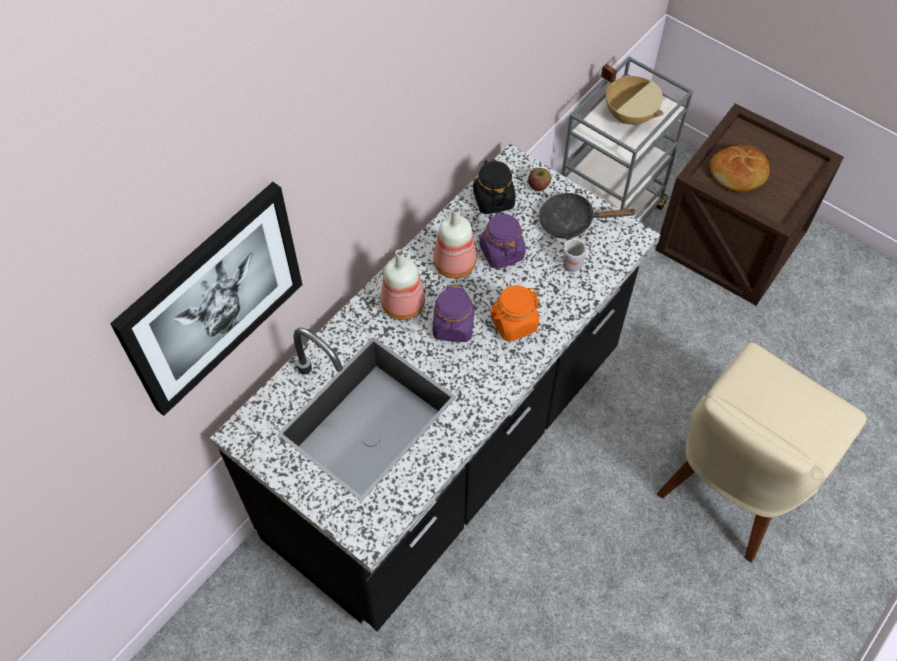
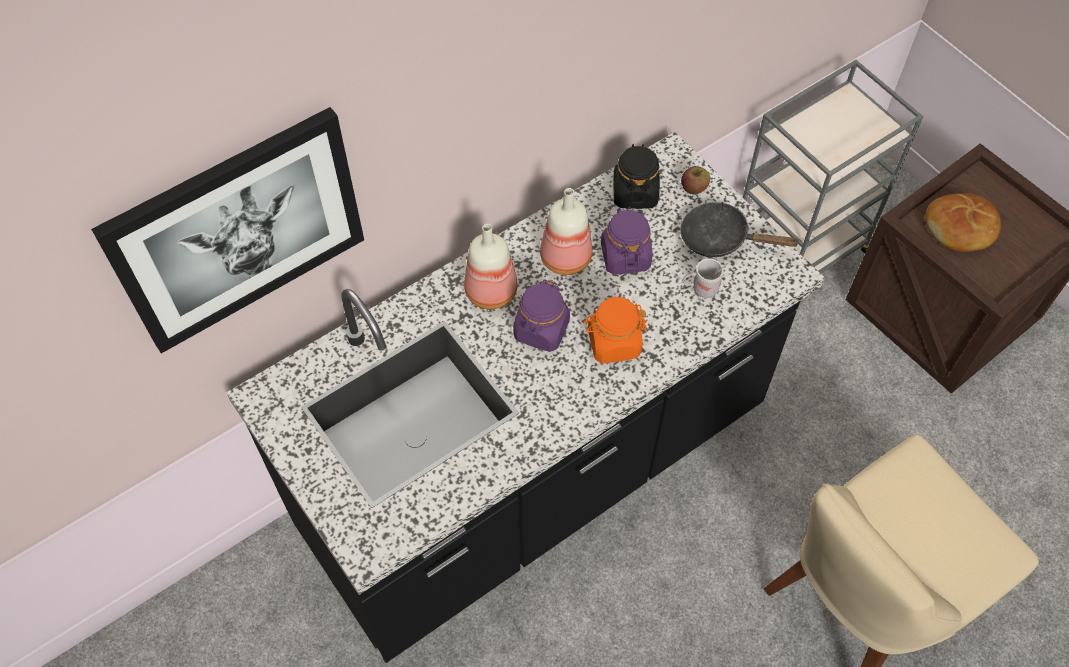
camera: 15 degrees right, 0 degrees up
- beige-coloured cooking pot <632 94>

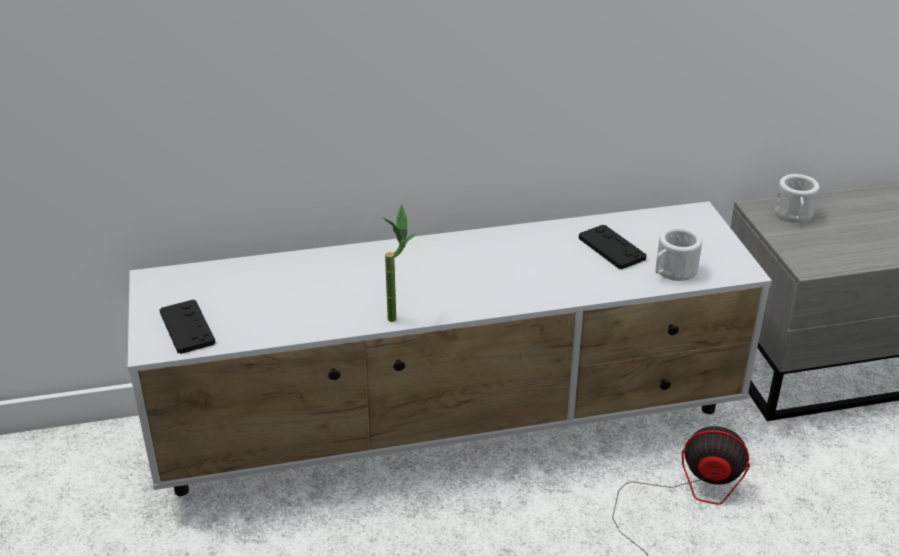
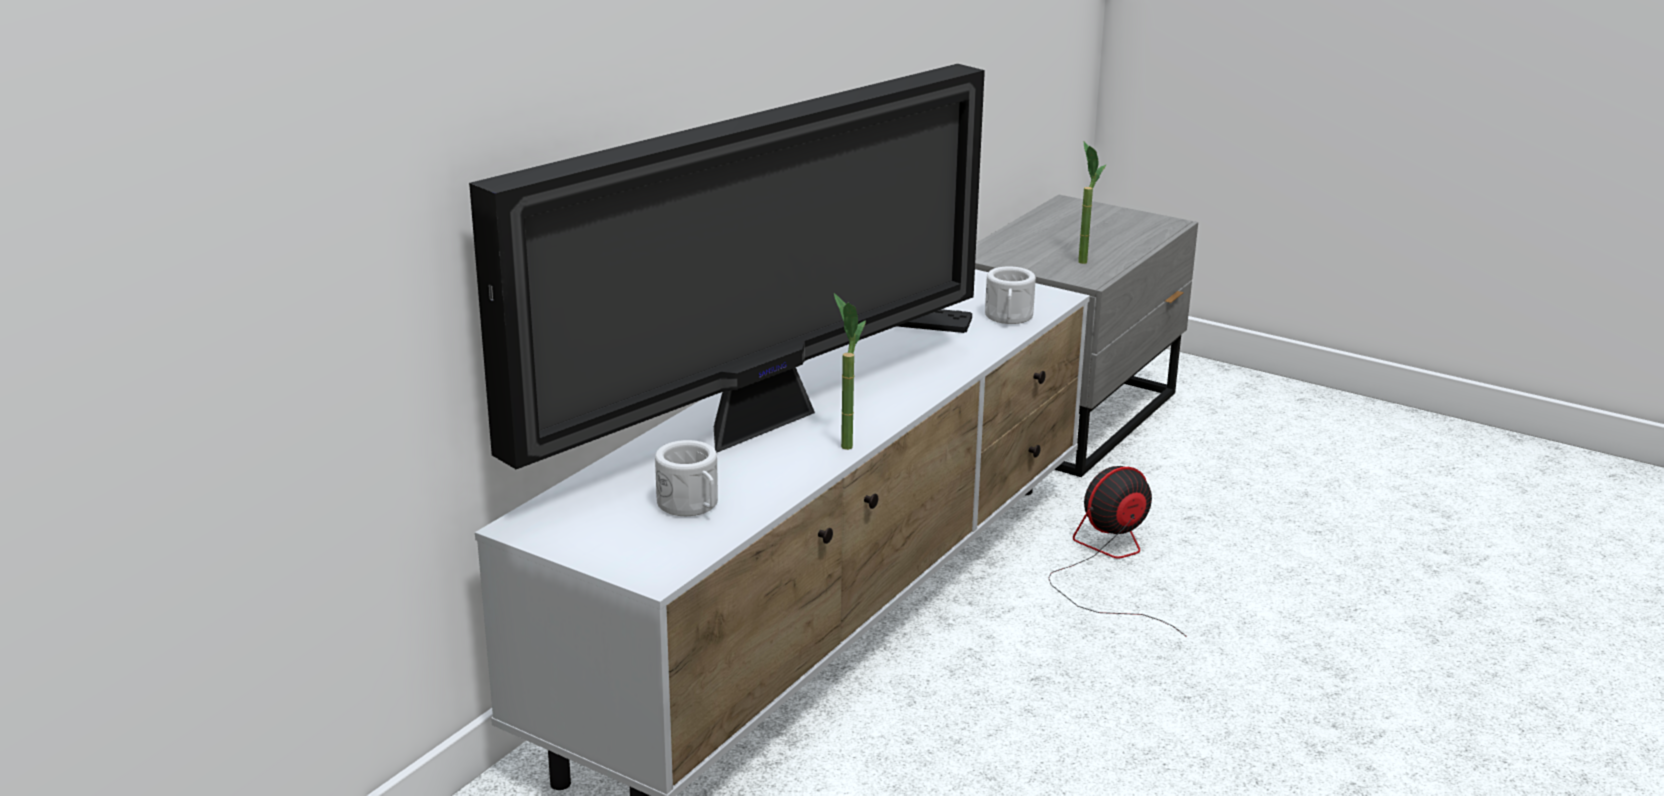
camera: 45 degrees left, 10 degrees down
~ white coffee mug <796 198> to <686 478>
- blackish joypad <187 326>
+ TV <727 266>
+ houseplant <1092 203>

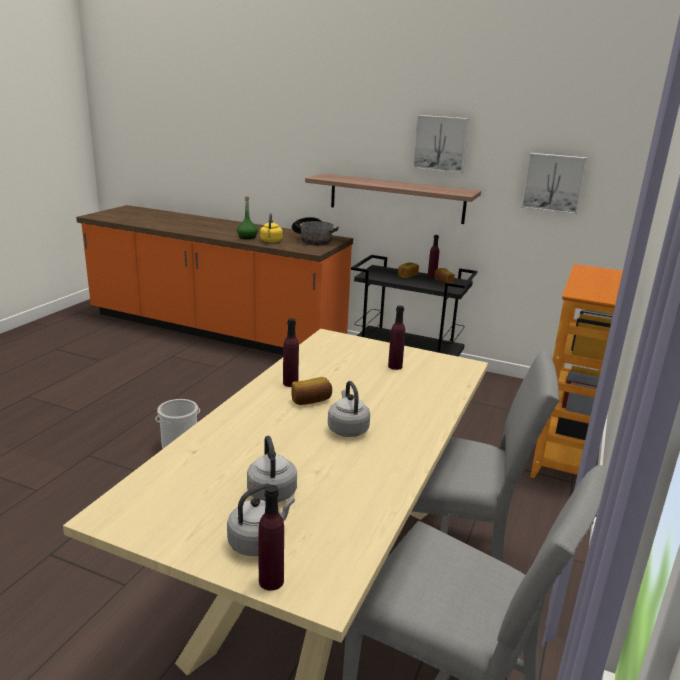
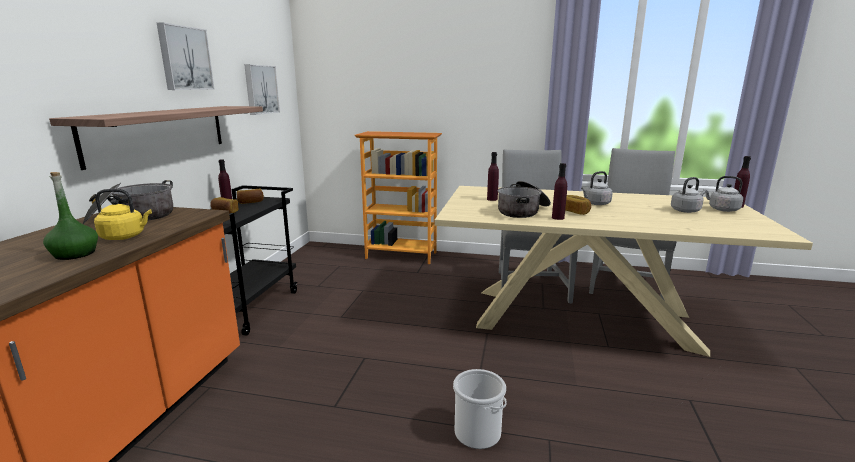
camera: 100 degrees left, 5 degrees down
+ cooking pot <524 199>

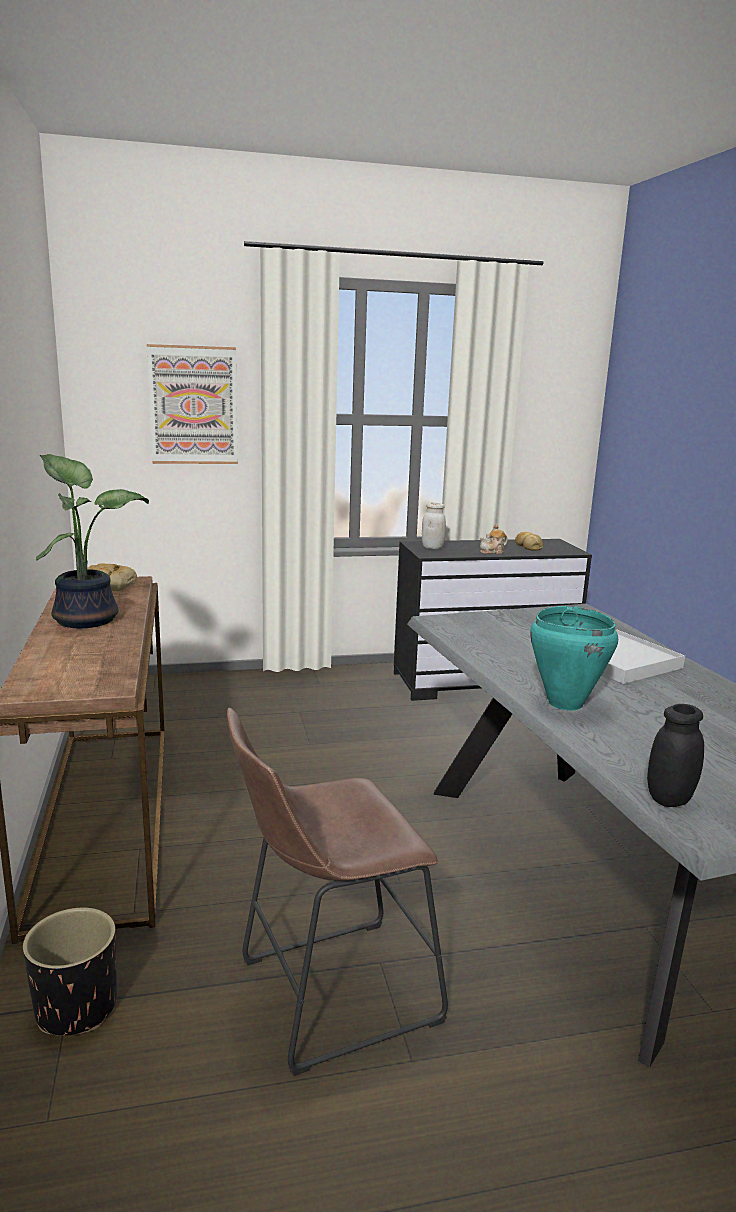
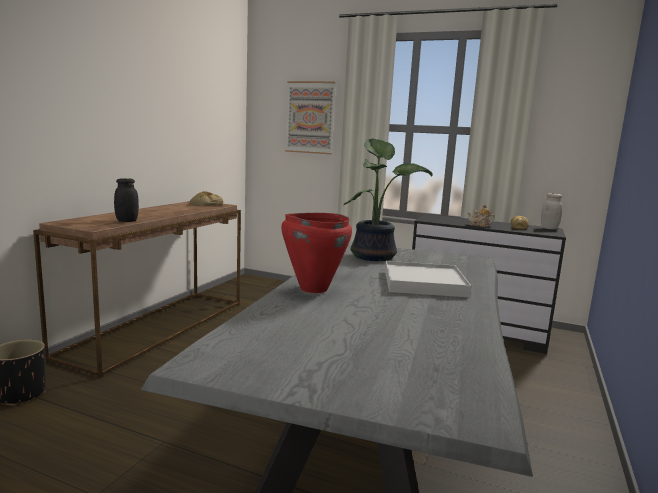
camera: 35 degrees right, 5 degrees down
~ houseplant <92 541> to <388 199>
~ white jar <434 525> to <551 211>
~ turquoise cooking pot <574 658> to red-coloured cooking pot <316 253>
~ blackish jar <675 755> to <126 200>
- brown sitting stool <337 892>

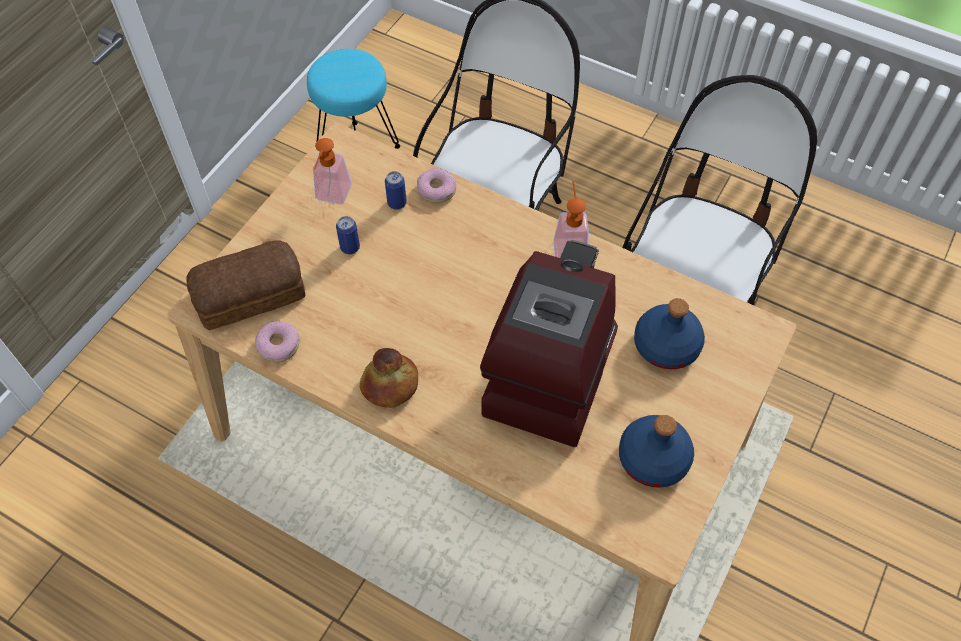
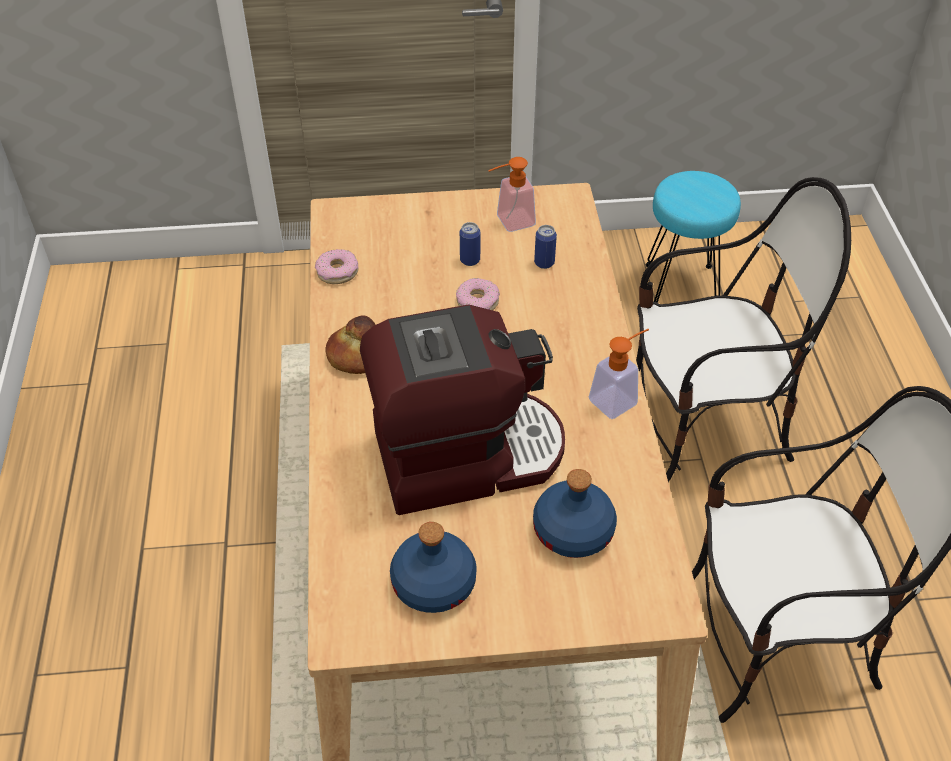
camera: 55 degrees right, 10 degrees down
~ donut <436 185> to <478 294>
- baked bread <246 286>

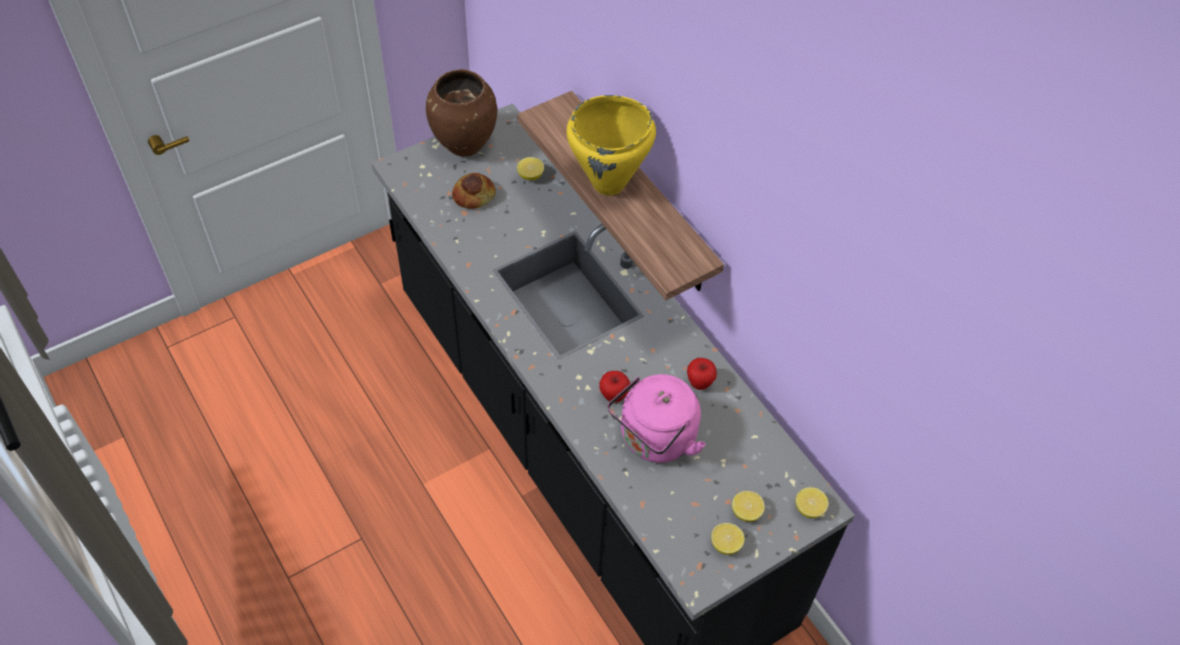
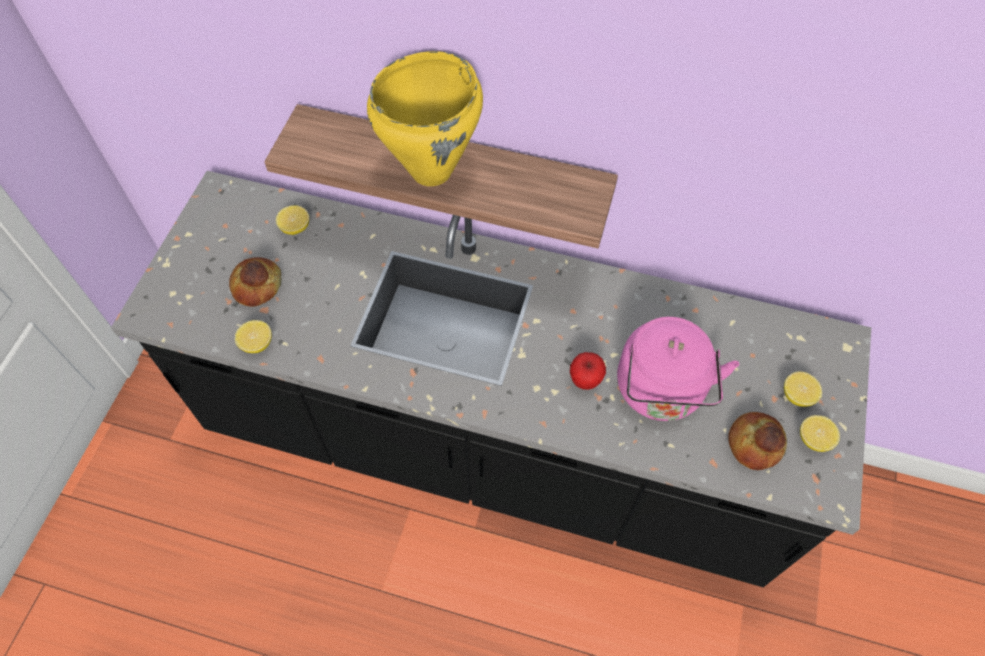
camera: 40 degrees left, 5 degrees up
- brown vase <461 113>
- apple <702 374>
~ citrus fruit <811 502> to <253 336>
+ baked bread <757 441>

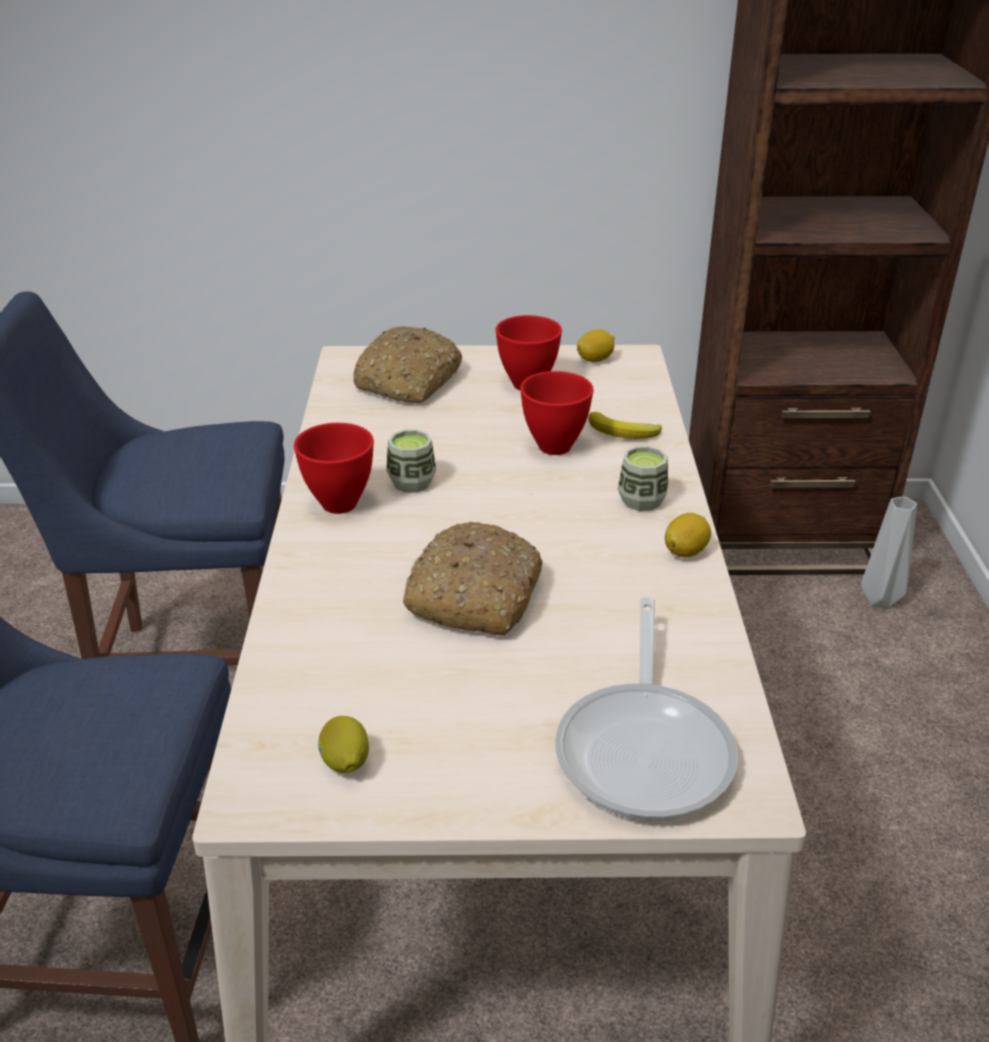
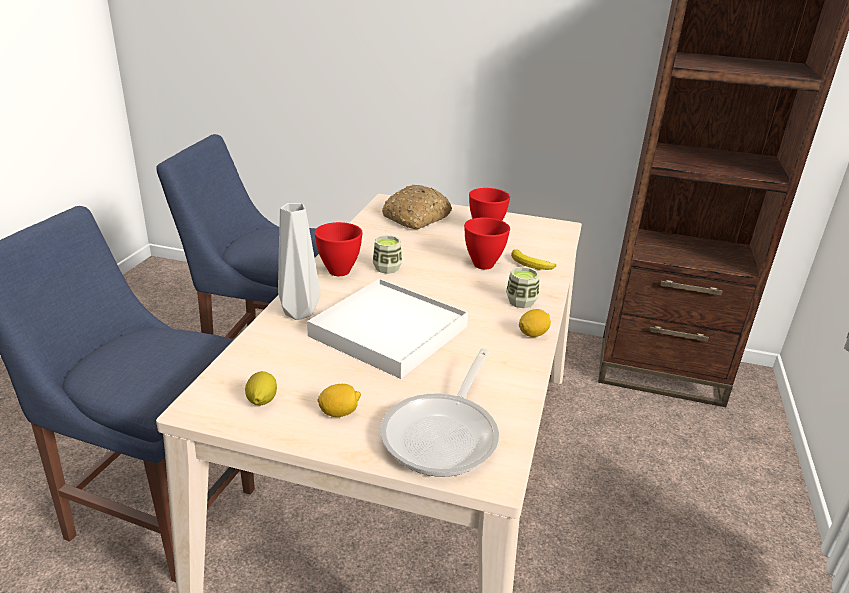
camera: 15 degrees right, 5 degrees down
~ citrus fruit <596 345> to <339 400>
~ grey vase <889 552> to <299 261>
~ baked bread <473 579> to white carrying tray <387 329>

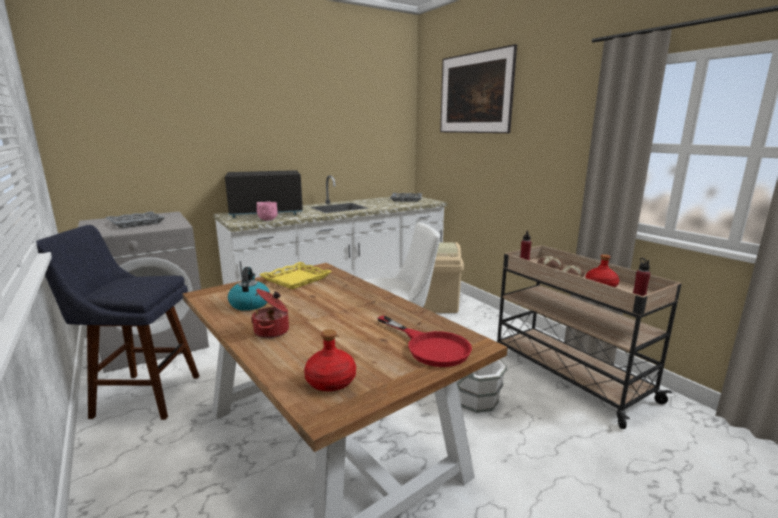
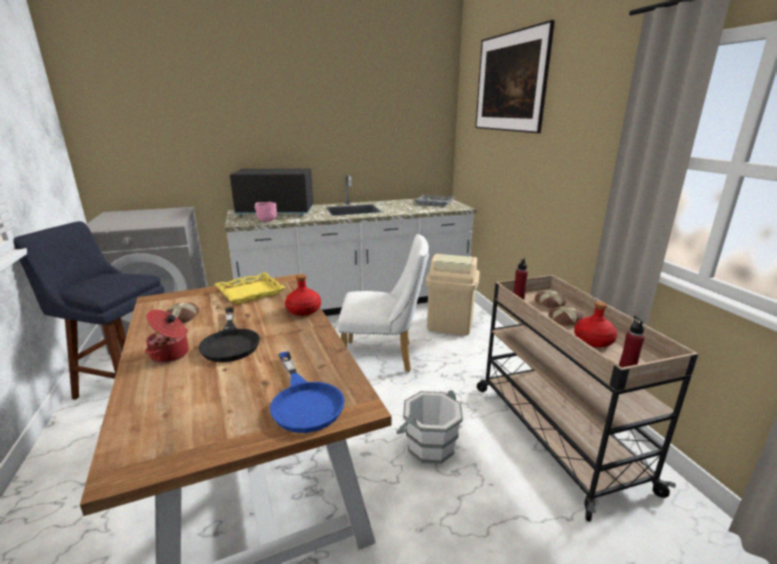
camera: 15 degrees right, 5 degrees up
- grey carrying tray <135 219>
~ kettle <249 289> to baked bread <182 312>
~ red-coloured frying pan <425 341> to blue frying pan <307 392>
~ red-coloured beverage bottle <330 360> to <303 295>
+ blackish frying pan <229 334>

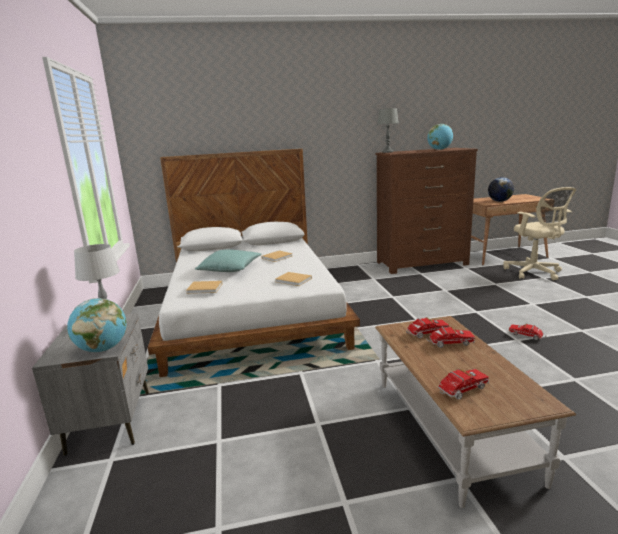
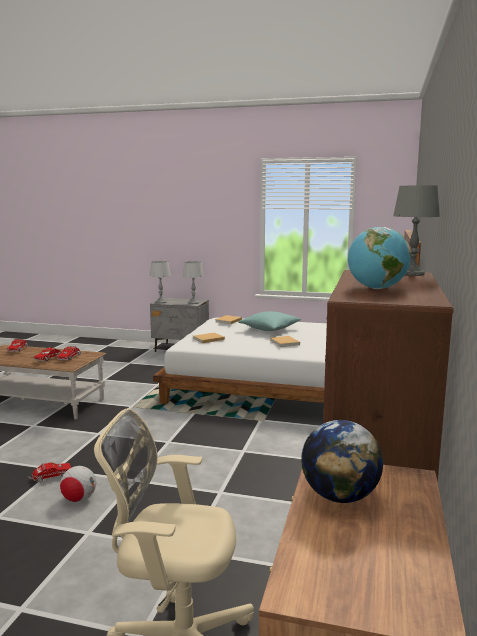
camera: 115 degrees right, 5 degrees down
~ world globe <97 325> to grey lamp for a table <160 282>
+ football ball <78 484>

